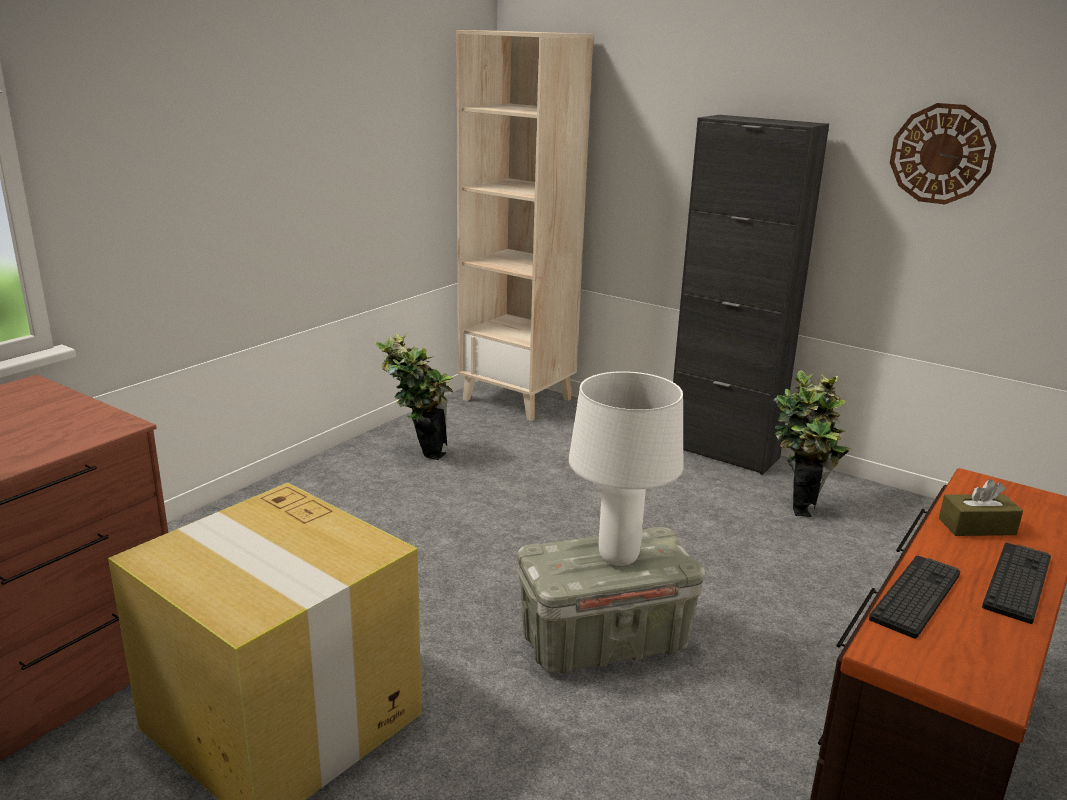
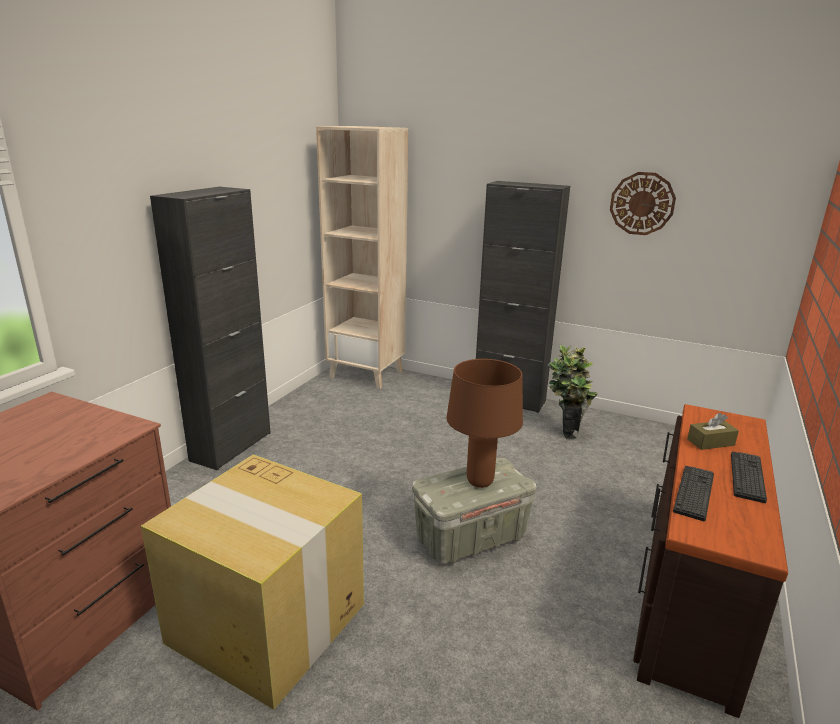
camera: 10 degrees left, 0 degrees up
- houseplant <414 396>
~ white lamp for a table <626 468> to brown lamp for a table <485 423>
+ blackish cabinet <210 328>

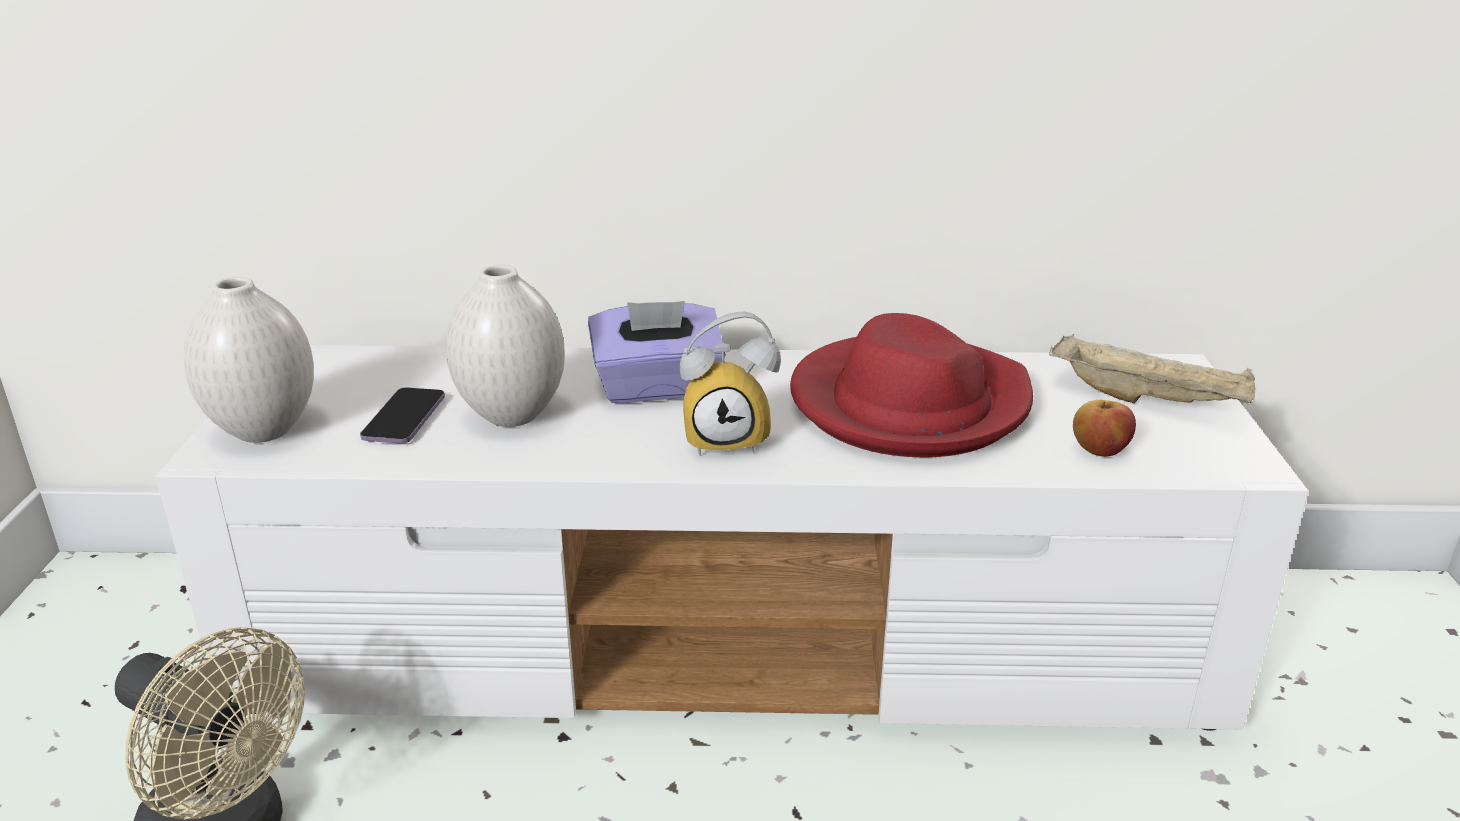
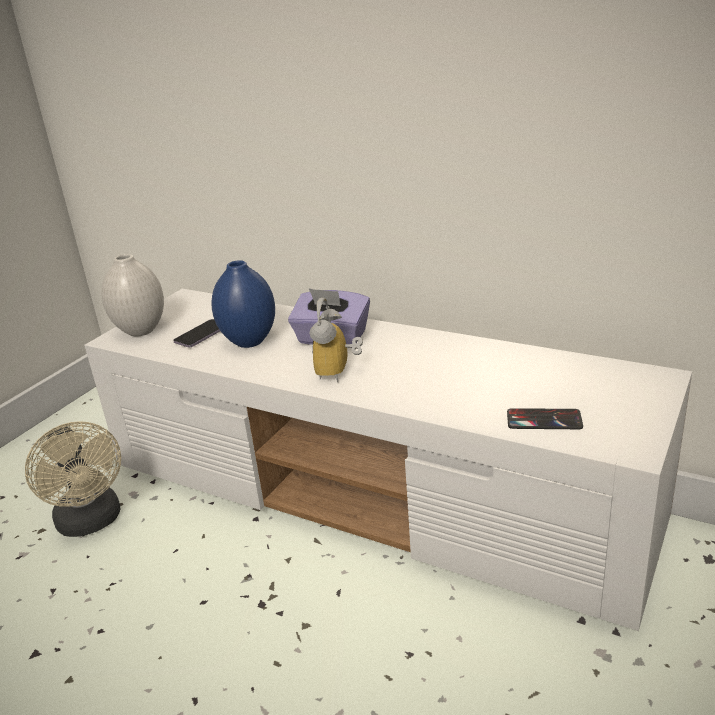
camera: 30 degrees right, 0 degrees up
~ white vase <505 346> to blue vase <243 304>
~ bedside clock <730 383> = <336 340> 75 degrees clockwise
- red-coloured wearable hat <911 385>
- beige-coloured carrying tray <1152 368>
~ apple <1104 428> to phone <545 418>

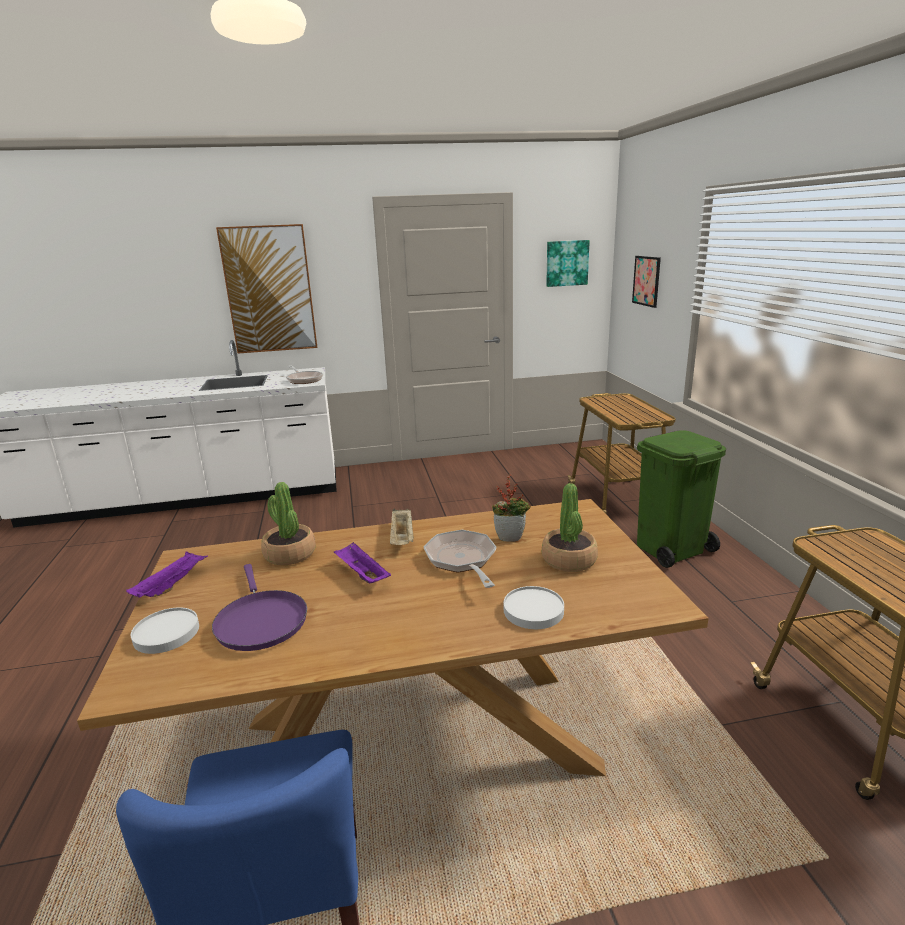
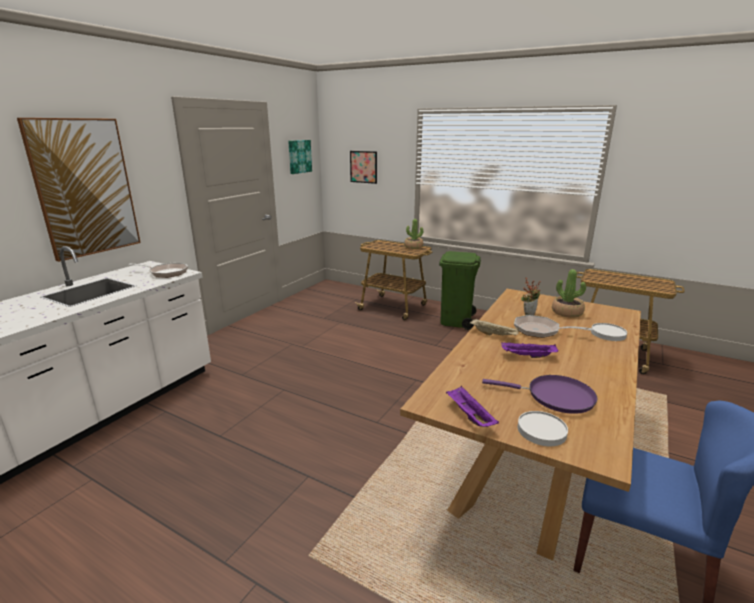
camera: 50 degrees left, 0 degrees up
~ houseplant <288 523> to <413 234>

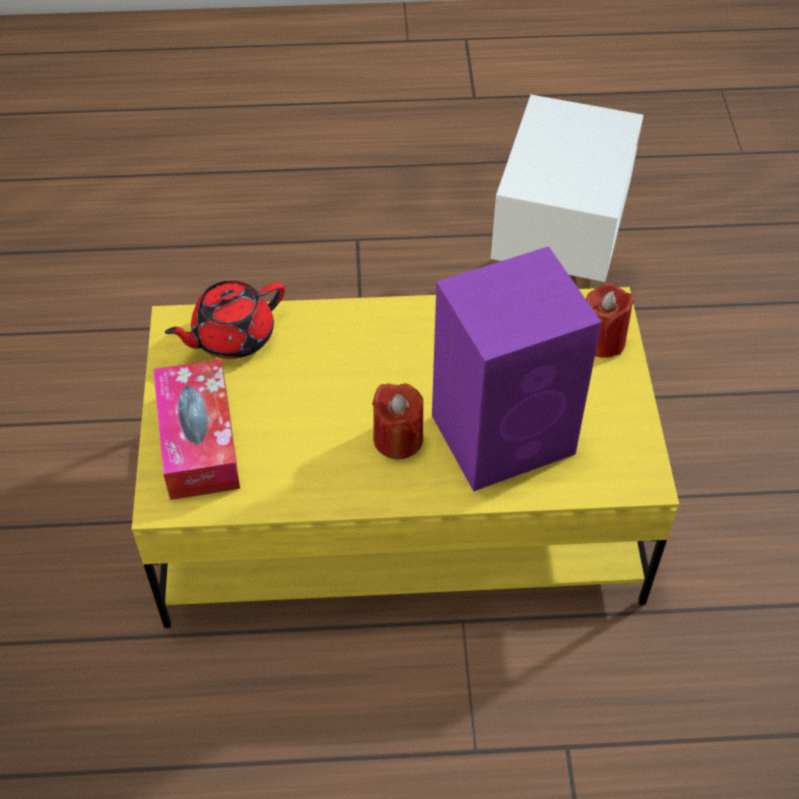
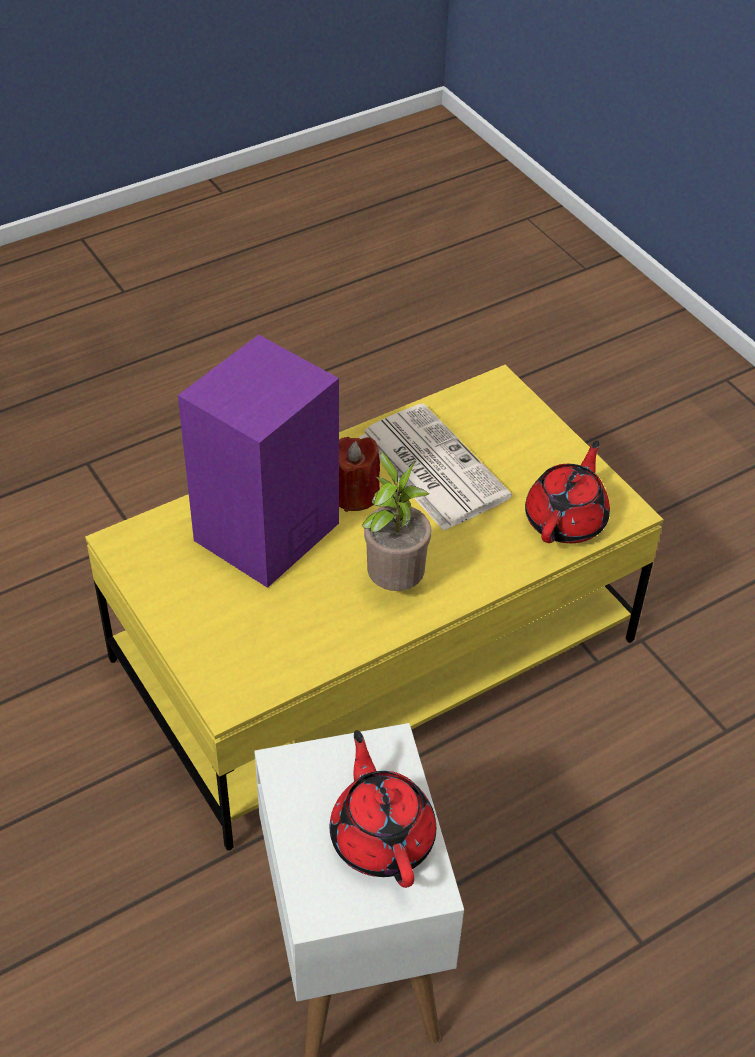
camera: 150 degrees right, 5 degrees down
- red-coloured wax candle <610 320>
- box of tissues <196 429>
+ daily paper <435 467>
+ houseplant <396 521>
+ red-coloured tea pot <383 809>

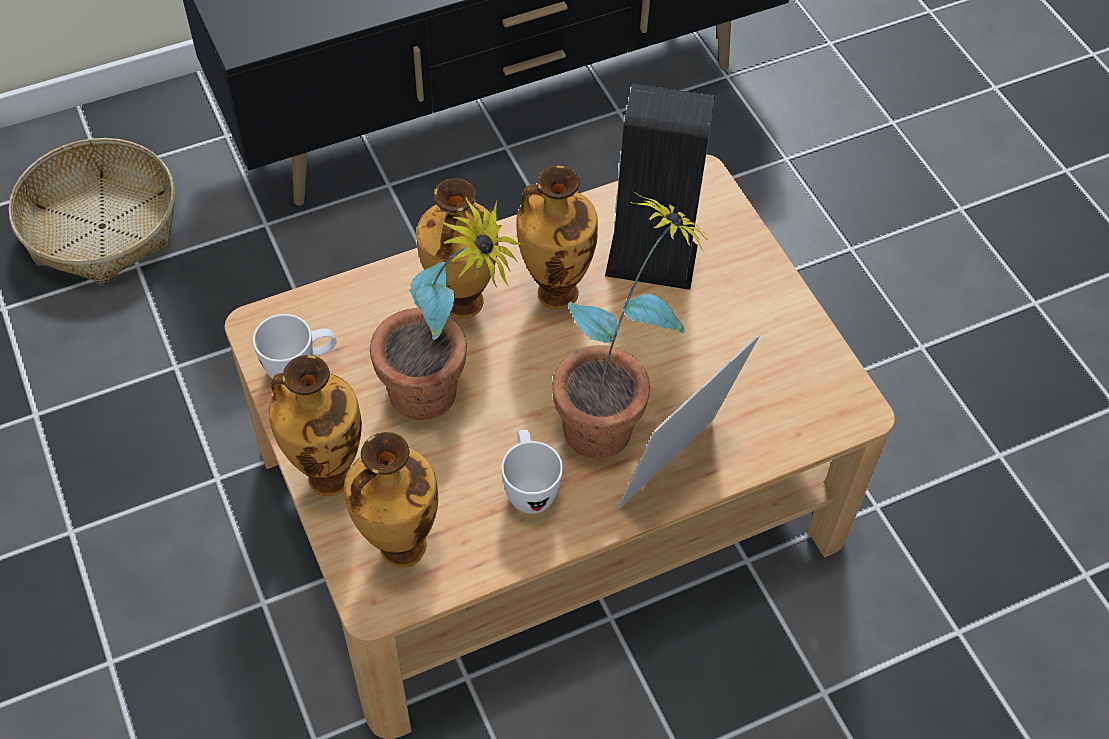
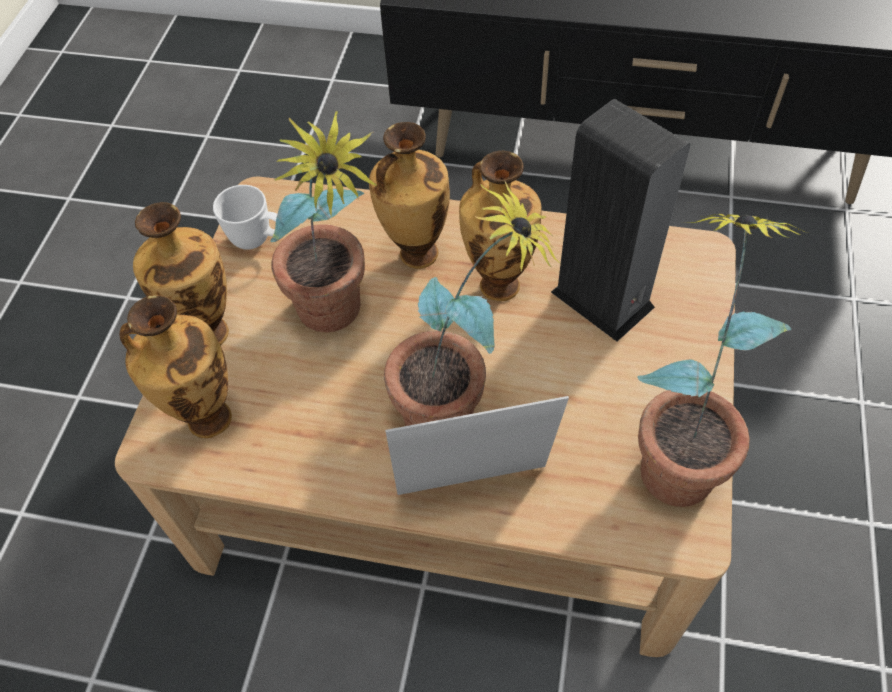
camera: 40 degrees right, 0 degrees up
- storage basket <92 211>
- white coffee mug <532 472>
+ houseplant <722 360>

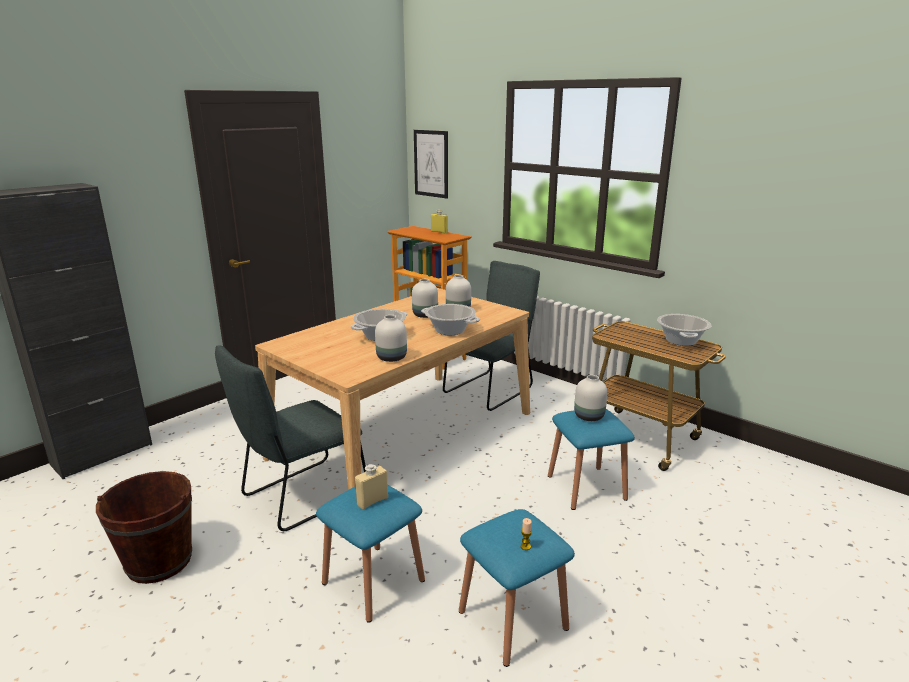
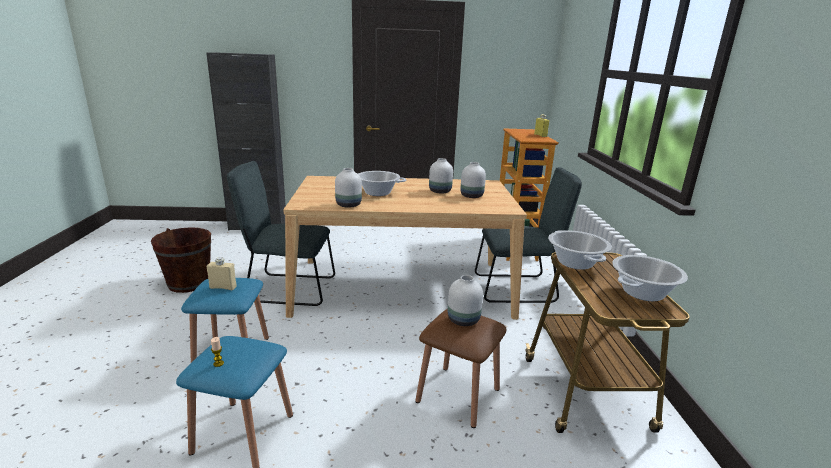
camera: 45 degrees right, 0 degrees up
- wall art <431 164>
~ cooking pot <450 319> to <580 250>
~ blue sitting stool <591 459> to brown sitting stool <461 368>

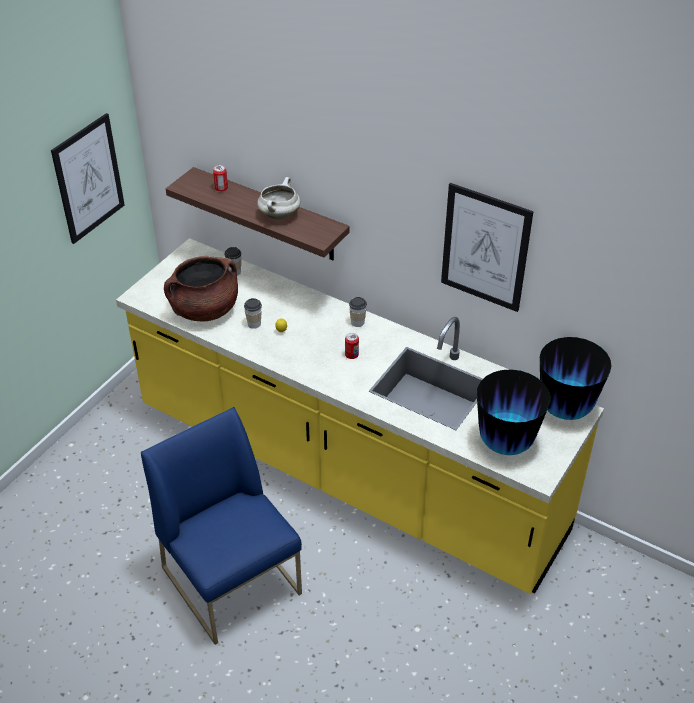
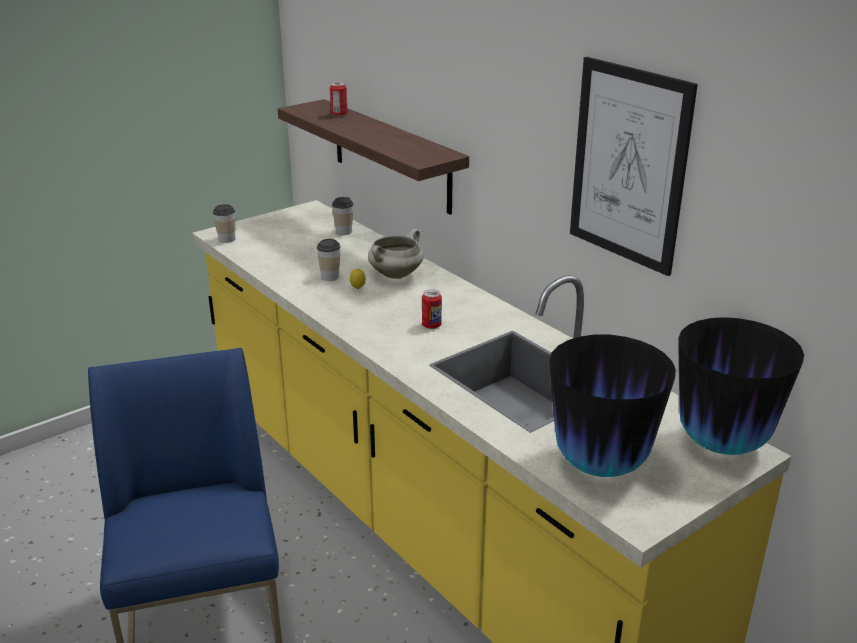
camera: 20 degrees right, 15 degrees down
- wall art <88 178>
~ white cooking pot <278 198> to <396 254>
- brown cooking pot <201 288>
~ cup <358 312> to <224 223>

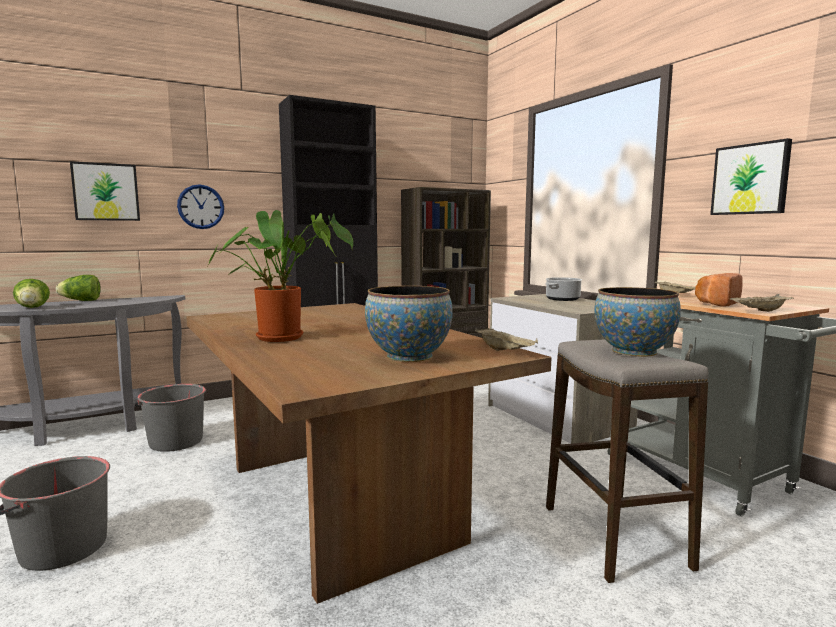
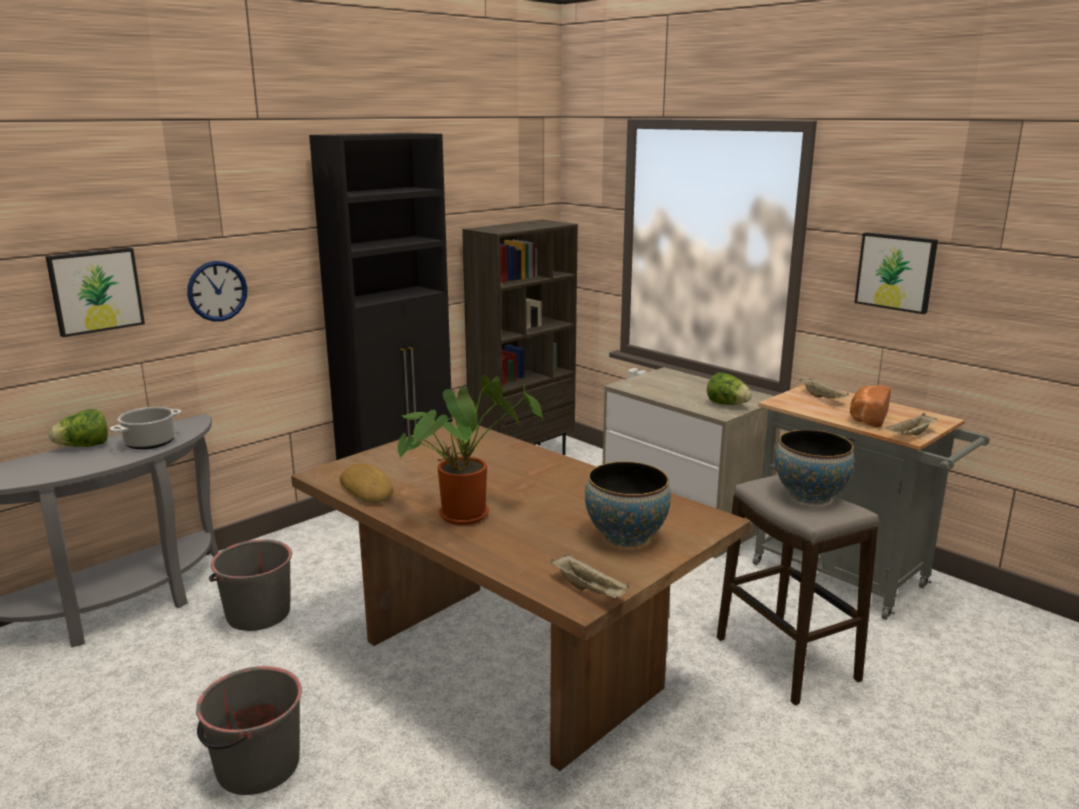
camera: 15 degrees left, 10 degrees up
~ cooking pot <563 289> to <146 428>
~ lettuce <31 293> to <729 388>
~ beige-coloured carrying tray <506 339> to <590 576>
+ baked bread <367 483>

